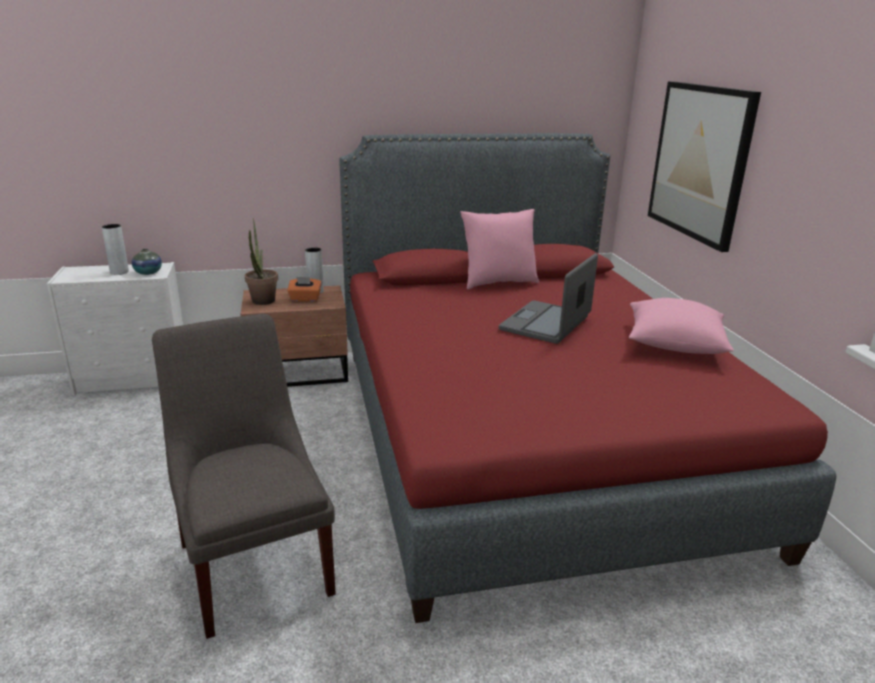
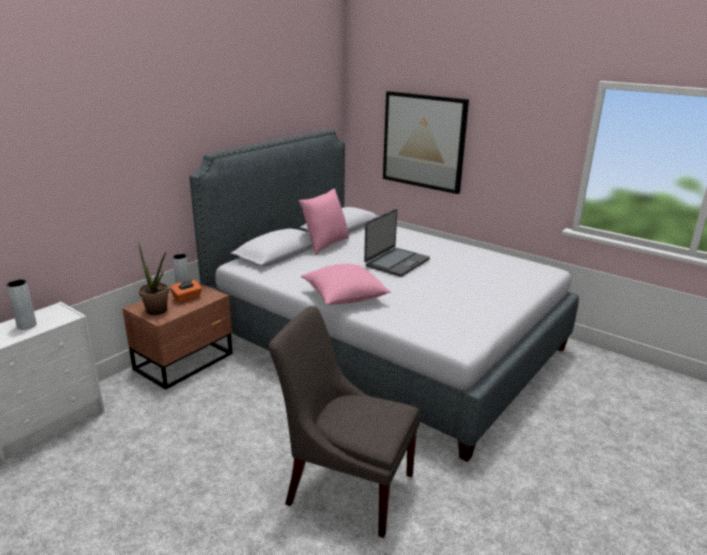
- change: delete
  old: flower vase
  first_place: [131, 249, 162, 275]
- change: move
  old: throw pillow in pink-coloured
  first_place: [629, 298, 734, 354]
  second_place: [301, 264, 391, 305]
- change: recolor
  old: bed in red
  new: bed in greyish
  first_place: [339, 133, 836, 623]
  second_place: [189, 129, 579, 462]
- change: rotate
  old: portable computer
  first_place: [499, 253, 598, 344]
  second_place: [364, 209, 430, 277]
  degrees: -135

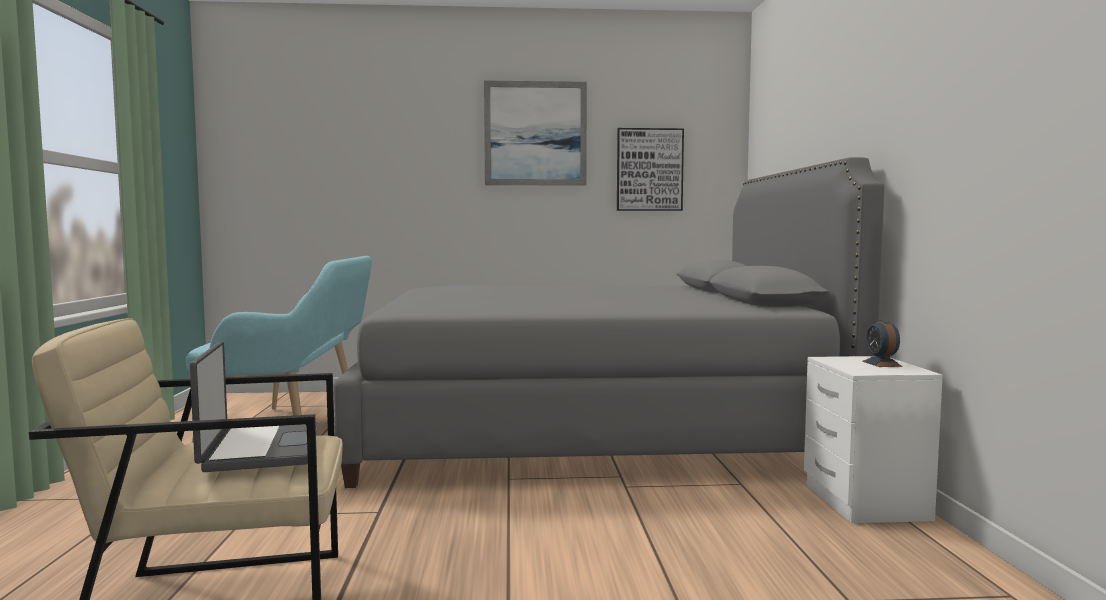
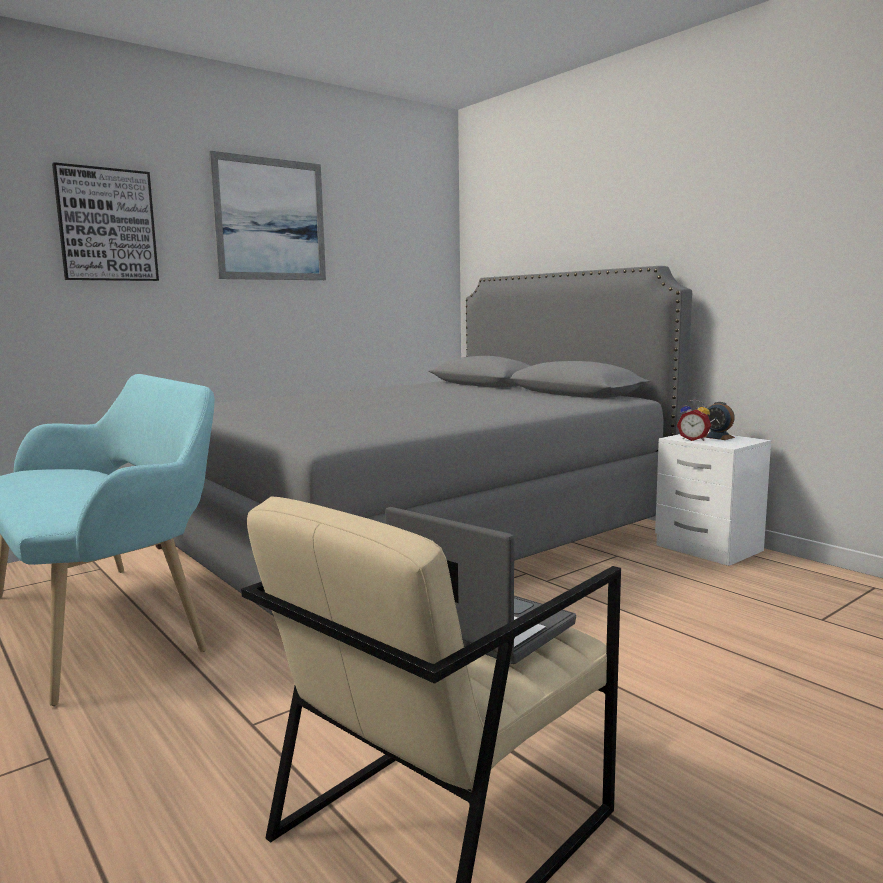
- change: insert
  new: alarm clock
  second_place: [677, 399, 711, 441]
- change: move
  old: picture
  first_place: [617, 128, 684, 211]
  second_place: [52, 162, 159, 281]

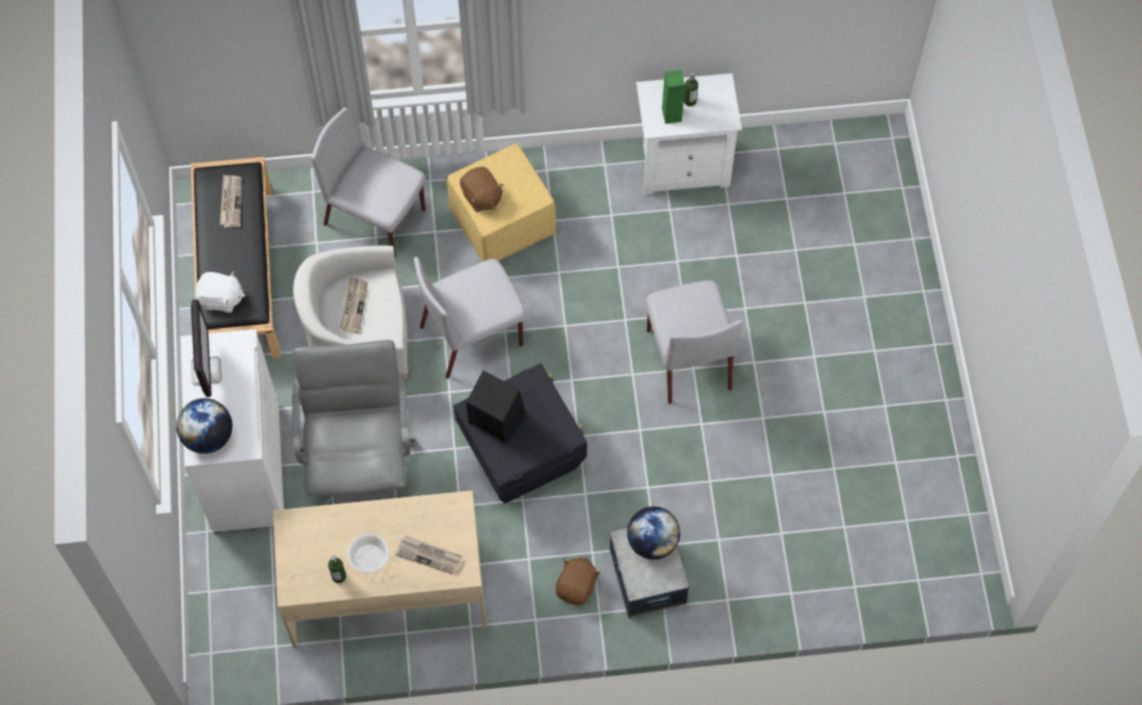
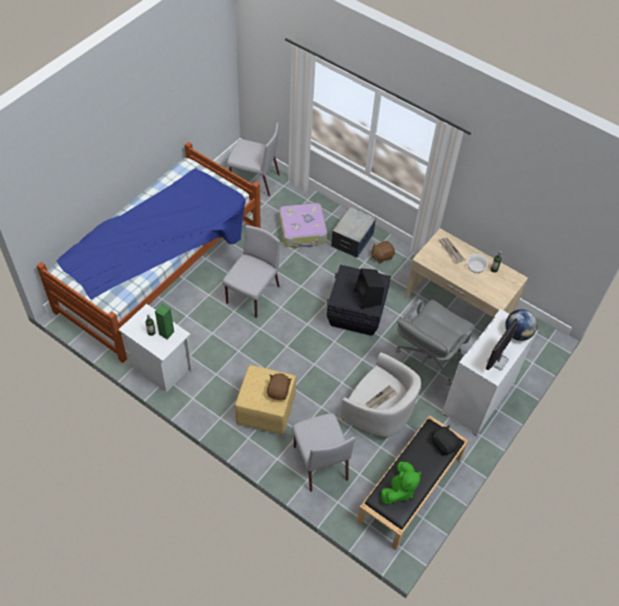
- change: delete
  old: desk globe
  first_place: [627, 506, 680, 560]
- change: insert
  new: bed
  second_place: [37, 142, 261, 363]
- change: insert
  new: piece of luggage
  second_place: [279, 203, 327, 247]
- change: move
  old: chair in greyish
  first_place: [414, 257, 527, 379]
  second_place: [227, 123, 280, 196]
- change: replace
  old: newspaper
  new: soft toy in green-coloured
  first_place: [220, 175, 241, 228]
  second_place: [381, 462, 421, 504]
- change: recolor
  old: soft toy in white
  new: soft toy in blackish
  first_place: [195, 271, 245, 313]
  second_place: [432, 425, 460, 455]

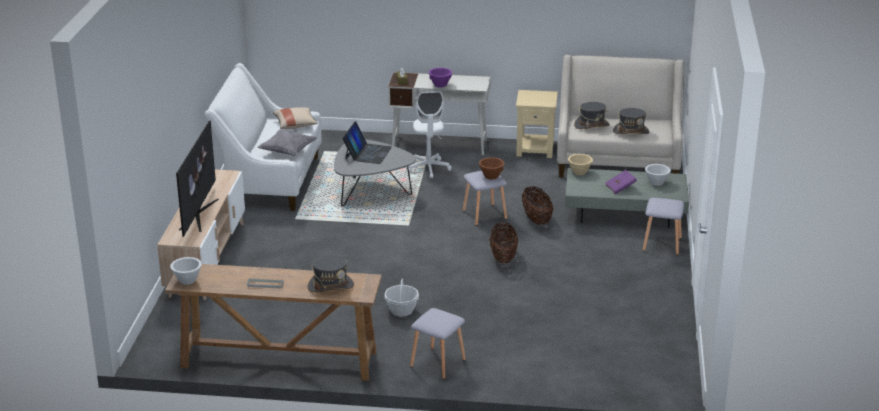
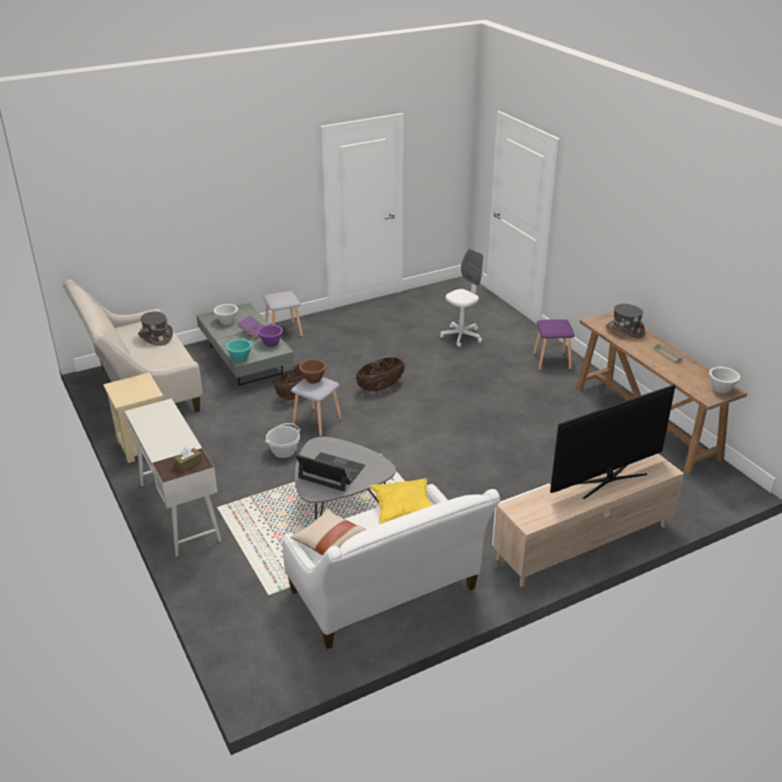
- change: delete
  old: clothing hat in greyish
  first_place: [574, 102, 610, 129]
- change: move
  old: basket
  first_place: [384, 278, 419, 316]
  second_place: [265, 423, 300, 458]
- change: move
  old: office chair in white
  first_place: [407, 91, 452, 179]
  second_place: [440, 249, 484, 347]
- change: move
  old: bowl in purple
  first_place: [429, 68, 452, 87]
  second_place: [258, 325, 283, 347]
- change: recolor
  old: throw pillow in greyish
  new: throw pillow in yellow
  first_place: [257, 130, 317, 156]
  second_place: [370, 479, 432, 524]
- change: recolor
  old: stool in greyish
  new: stool in purple
  first_place: [410, 308, 466, 379]
  second_place: [533, 319, 574, 371]
- change: recolor
  old: bowl in sand-coloured
  new: bowl in turquoise-coloured
  first_place: [568, 154, 593, 175]
  second_place: [226, 339, 252, 362]
- change: rotate
  old: portable computer
  first_place: [342, 121, 392, 164]
  second_place: [296, 452, 365, 492]
  degrees: 45

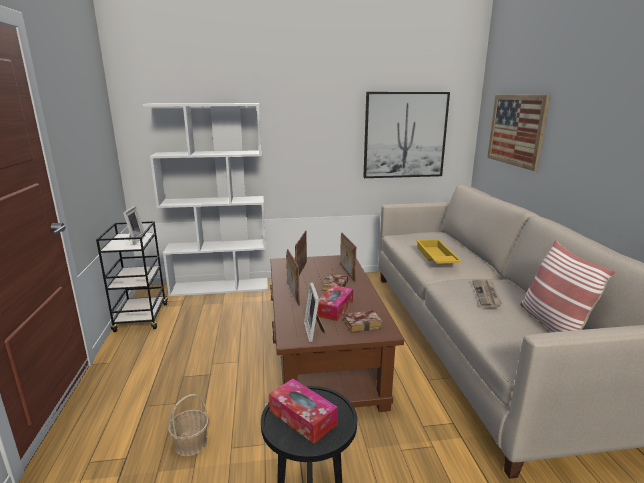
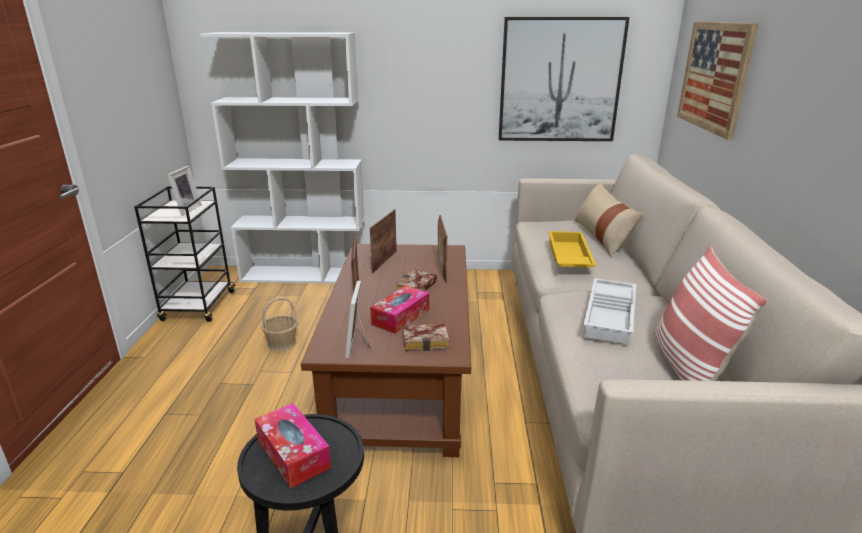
- change: insert
  new: throw pillow in sand-coloured
  second_place: [574, 182, 644, 258]
- change: move
  old: basket
  first_place: [168, 394, 209, 456]
  second_place: [261, 297, 298, 351]
- change: replace
  old: newspaper
  new: carrying tray in white
  first_place: [472, 279, 502, 308]
  second_place: [584, 278, 636, 345]

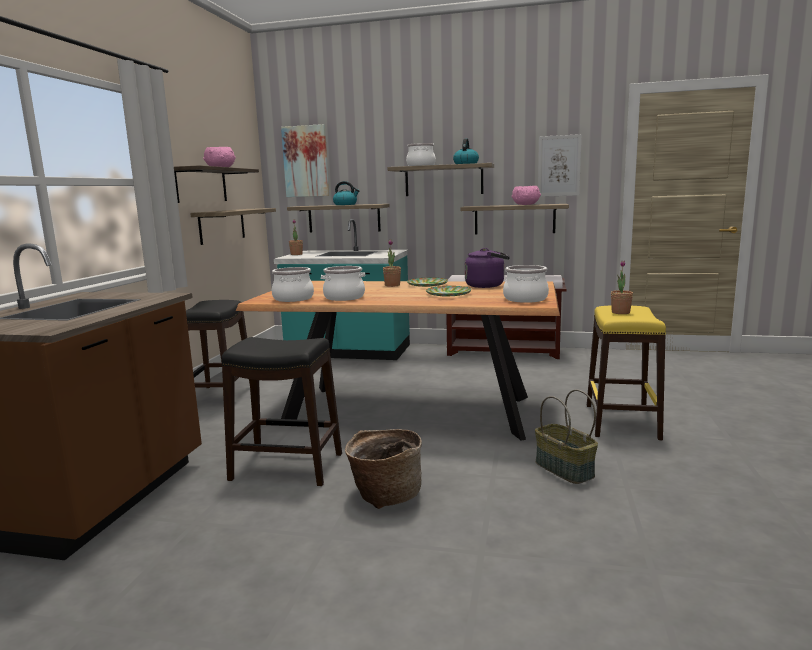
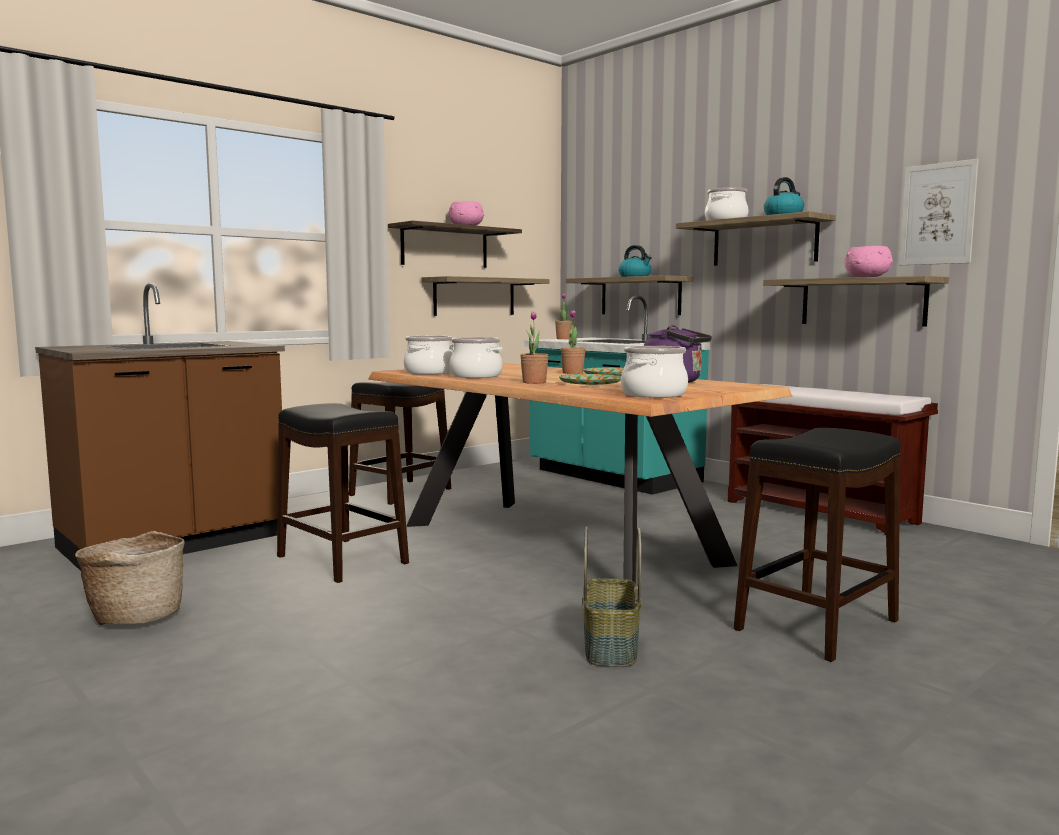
- change: delete
  old: picture
  first_place: [281, 124, 329, 197]
- change: move
  old: basket
  first_place: [345, 429, 422, 509]
  second_place: [75, 531, 185, 625]
- change: move
  old: houseplant
  first_place: [611, 260, 633, 314]
  second_place: [520, 311, 549, 384]
- change: recolor
  old: stool in yellow
  new: stool in blackish
  first_place: [587, 305, 666, 440]
  second_place: [734, 428, 901, 662]

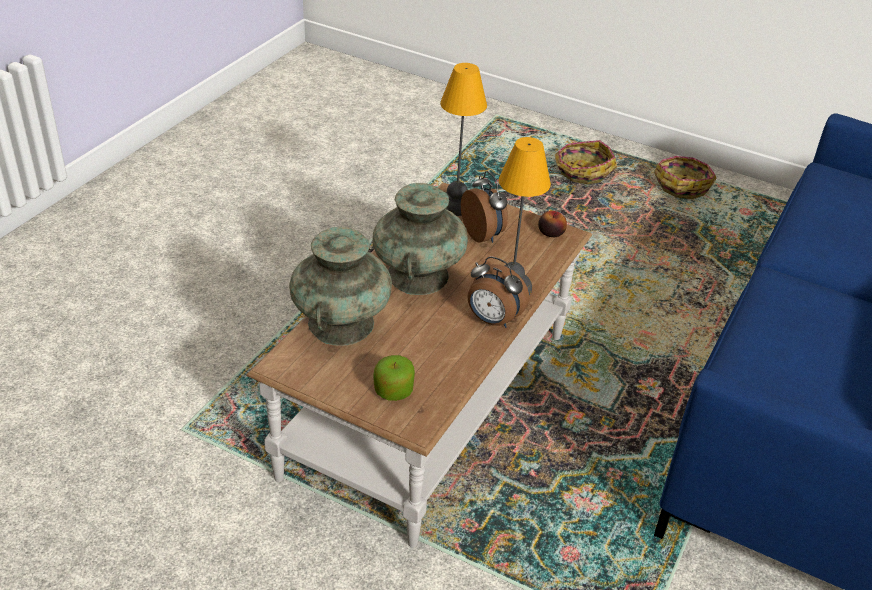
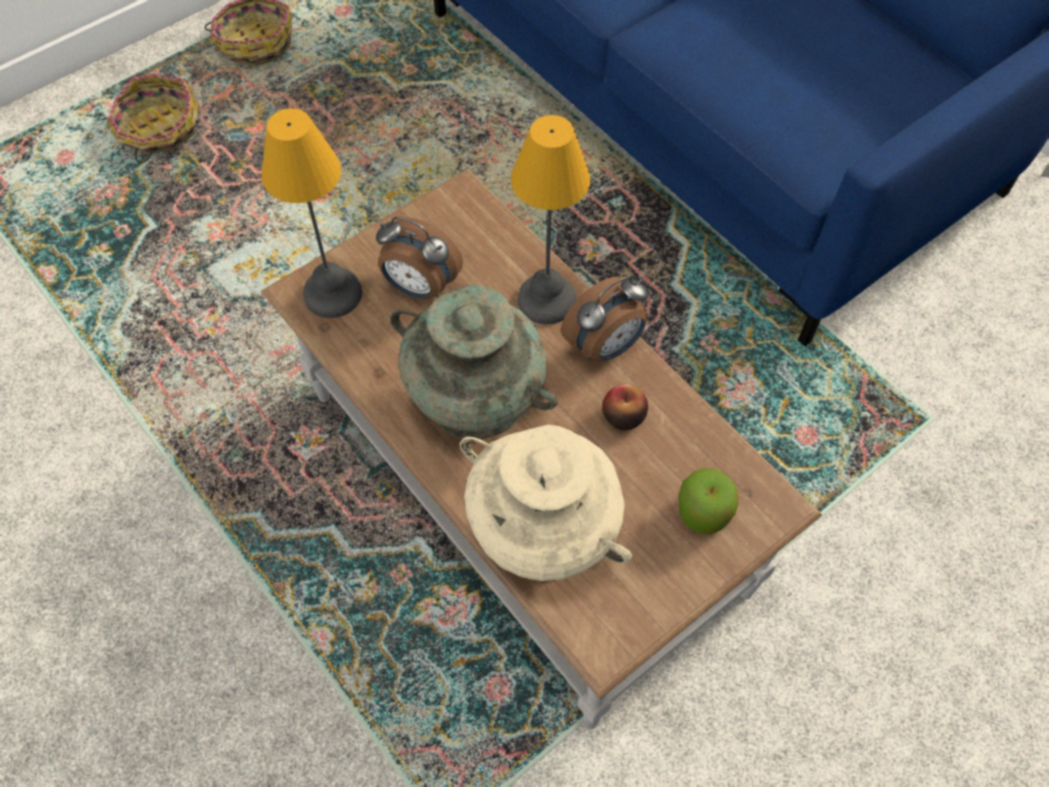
- change: move
  old: apple
  first_place: [538, 211, 567, 237]
  second_place: [602, 384, 648, 430]
- change: recolor
  old: flower vase in turquoise-coloured
  new: flower vase in sand-coloured
  first_place: [289, 227, 392, 346]
  second_place: [460, 425, 632, 581]
- change: rotate
  old: alarm clock
  first_place: [461, 171, 508, 243]
  second_place: [376, 217, 463, 299]
  degrees: -150

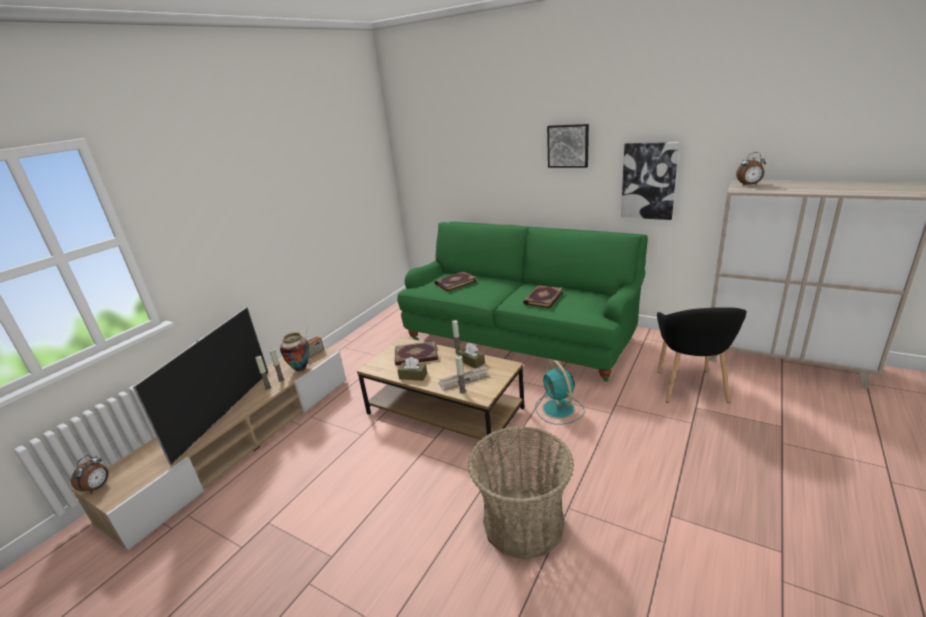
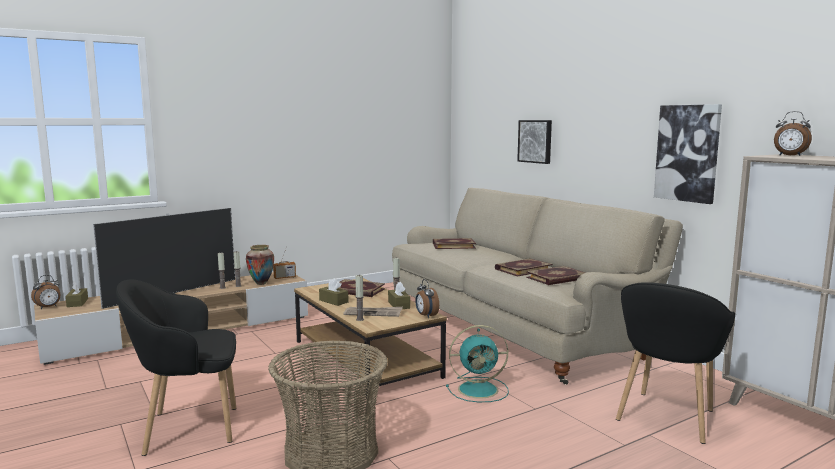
- change: insert
  new: tissue holder in brown-coloured
  second_place: [65, 282, 88, 307]
- change: insert
  new: lounge chair in blackish
  second_place: [116, 280, 236, 456]
- change: insert
  new: alarm clock
  second_place: [415, 279, 439, 318]
- change: insert
  new: book
  second_place: [526, 266, 586, 285]
- change: move
  old: picture
  first_place: [547, 124, 589, 168]
  second_place: [517, 120, 552, 164]
- change: recolor
  old: settee in green-coloured
  new: settee in sand-coloured
  first_place: [397, 222, 648, 382]
  second_place: [392, 188, 683, 385]
- change: rotate
  old: fan in turquoise-coloured
  first_place: [535, 360, 585, 425]
  second_place: [446, 325, 509, 402]
  degrees: -105

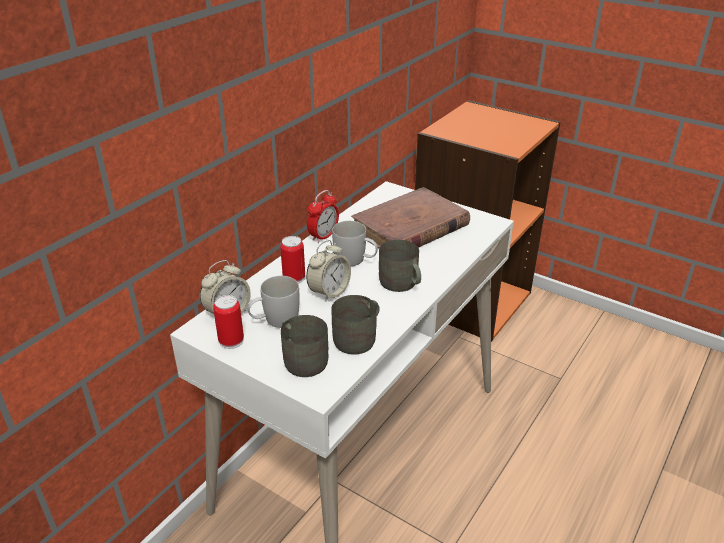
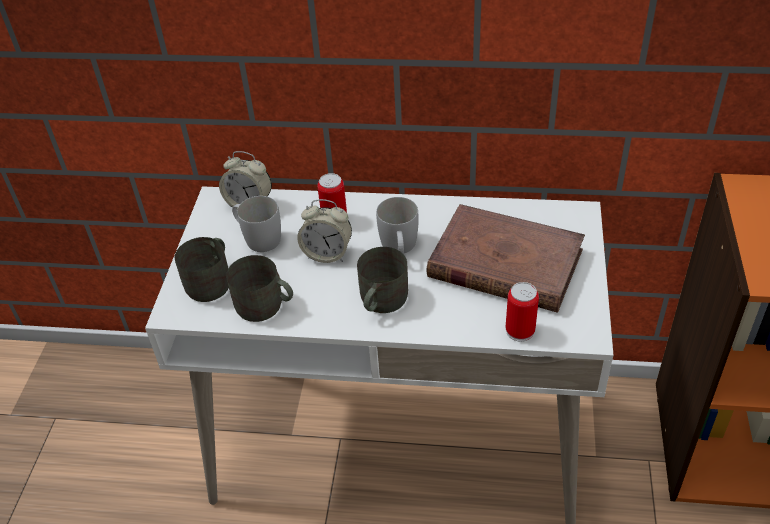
- change: delete
  old: alarm clock
  first_place: [307, 190, 339, 243]
- change: move
  old: can
  first_place: [213, 295, 244, 349]
  second_place: [505, 282, 539, 342]

